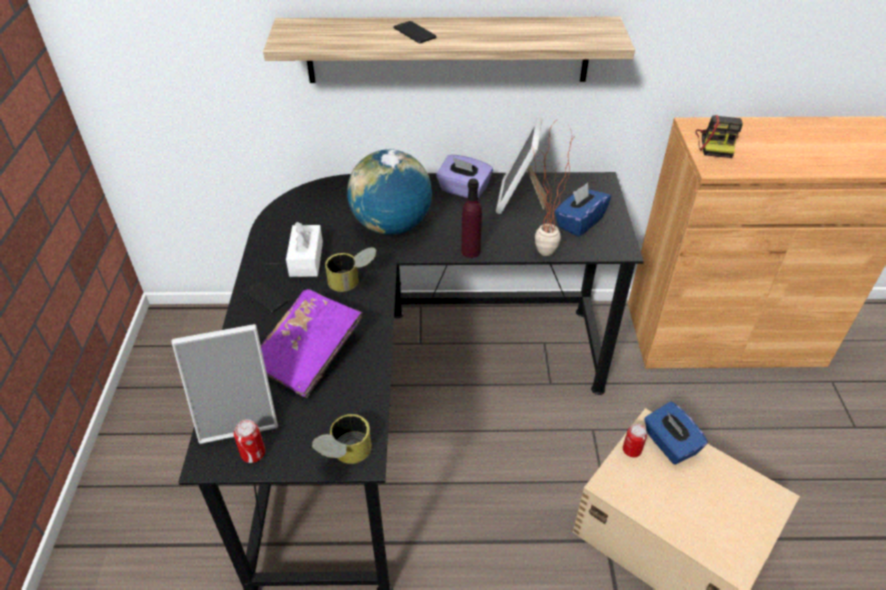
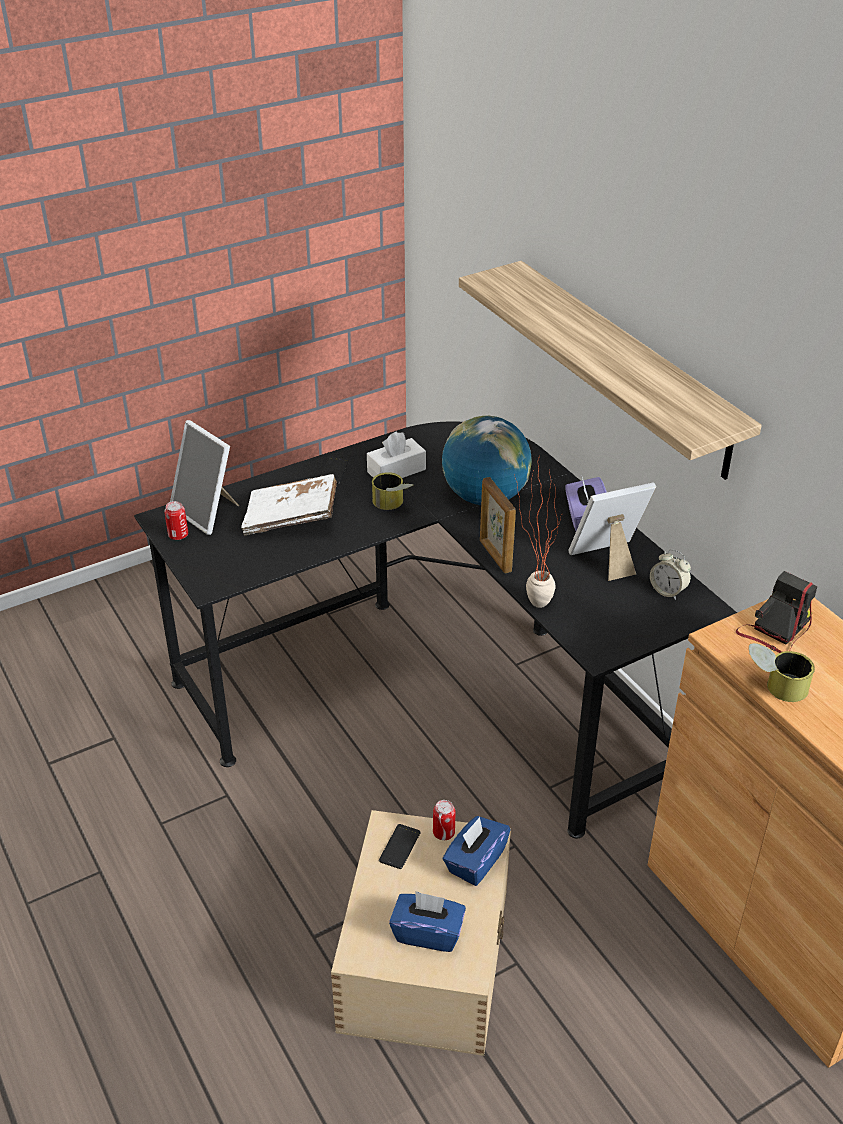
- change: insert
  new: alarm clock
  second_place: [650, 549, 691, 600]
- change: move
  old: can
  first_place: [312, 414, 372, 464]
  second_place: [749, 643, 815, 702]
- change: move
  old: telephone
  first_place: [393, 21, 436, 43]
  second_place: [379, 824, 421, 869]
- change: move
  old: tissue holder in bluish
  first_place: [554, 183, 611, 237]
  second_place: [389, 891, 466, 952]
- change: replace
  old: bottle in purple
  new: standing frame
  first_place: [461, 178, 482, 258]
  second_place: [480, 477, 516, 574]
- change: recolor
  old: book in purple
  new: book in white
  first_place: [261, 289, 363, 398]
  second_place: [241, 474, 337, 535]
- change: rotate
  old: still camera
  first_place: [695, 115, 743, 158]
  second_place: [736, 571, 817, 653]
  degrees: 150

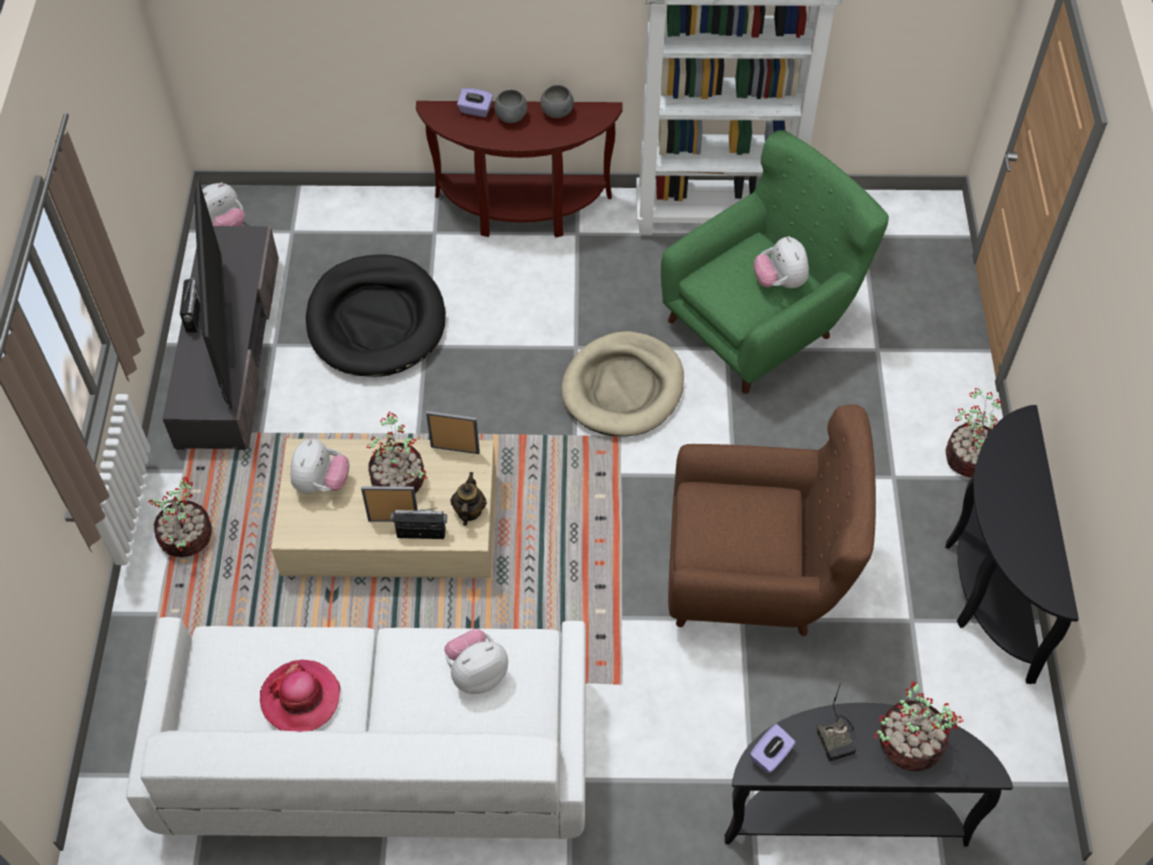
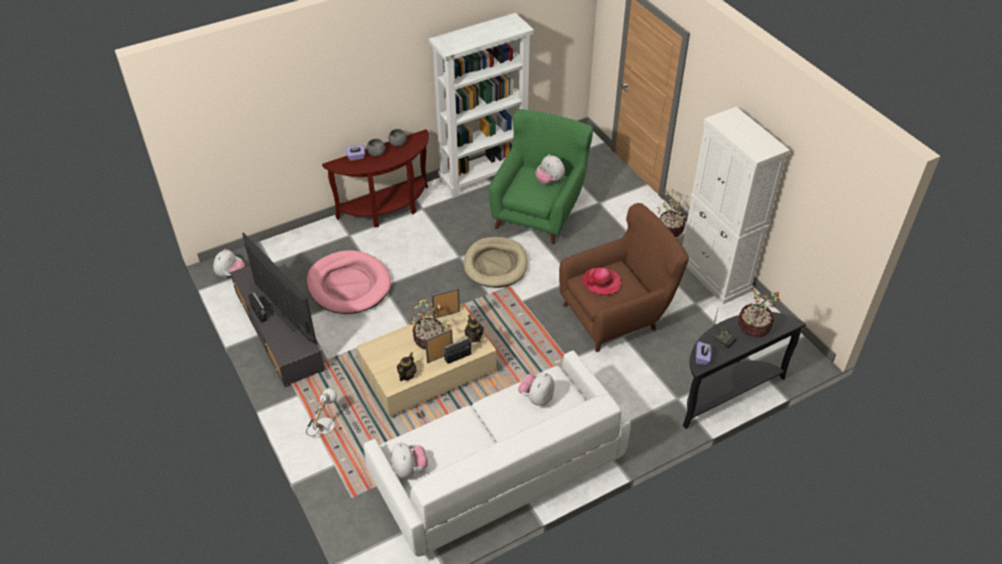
- change: insert
  new: tea pot
  second_place: [397, 352, 417, 381]
- change: move
  old: clothing hat
  first_place: [260, 660, 341, 732]
  second_place: [583, 268, 621, 295]
- change: move
  old: soft toy
  first_place: [290, 439, 349, 494]
  second_place: [391, 443, 428, 478]
- change: replace
  old: houseplant
  new: lamp for a table
  first_place: [148, 476, 212, 557]
  second_place: [306, 388, 343, 436]
- change: replace
  old: hall table in blackish
  new: cabinet in white
  first_place: [945, 405, 1079, 684]
  second_place: [682, 107, 790, 304]
- change: recolor
  old: dog bed in blackish
  new: dog bed in pink-coloured
  first_place: [306, 254, 446, 377]
  second_place: [307, 250, 391, 314]

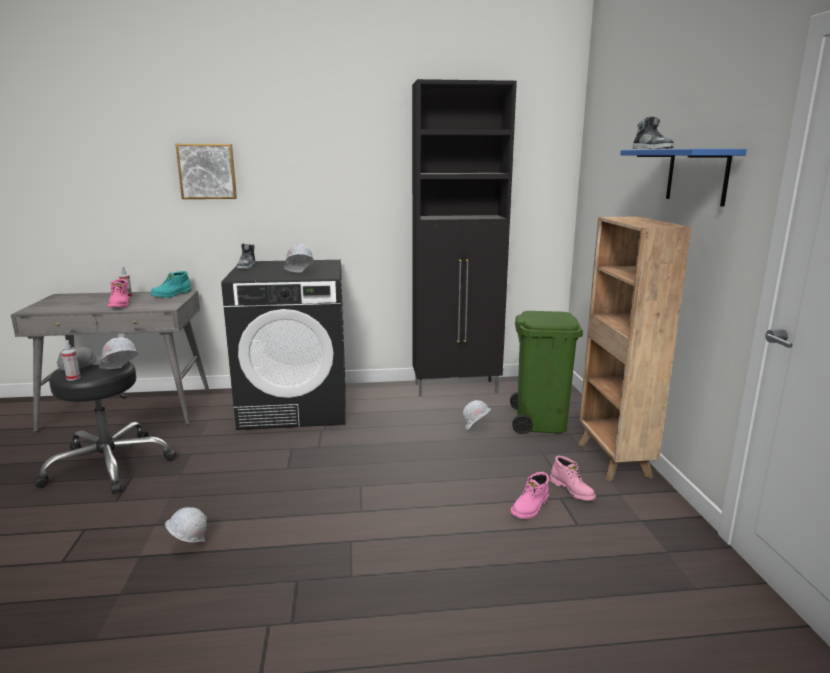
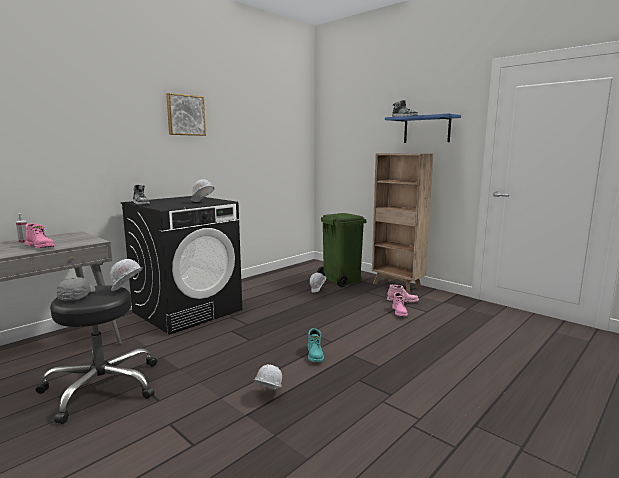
- change: delete
  old: hand sprayer
  first_place: [61, 340, 80, 380]
- change: delete
  old: cabinet in blackish
  first_place: [412, 79, 517, 397]
- change: move
  old: boot in turquoise-coloured
  first_place: [150, 271, 191, 298]
  second_place: [307, 328, 324, 362]
- change: move
  old: picture
  first_place: [175, 144, 237, 199]
  second_place: [166, 93, 206, 136]

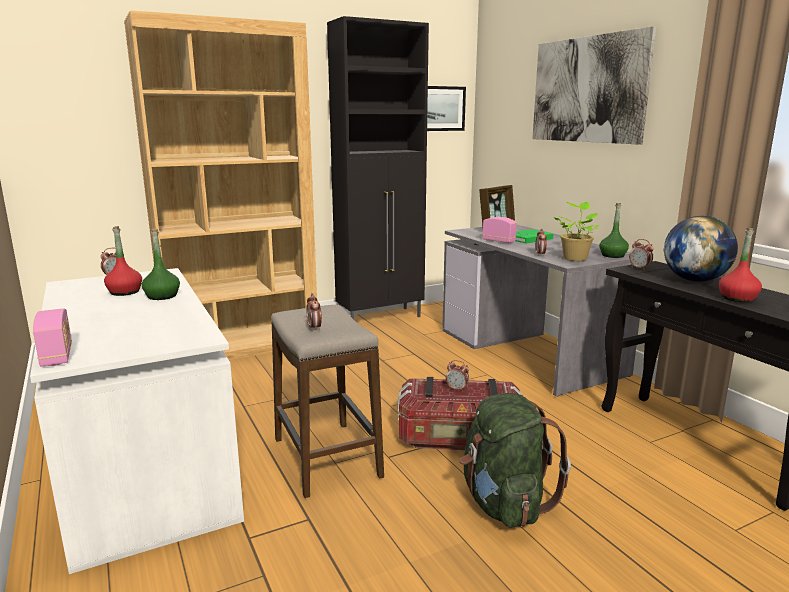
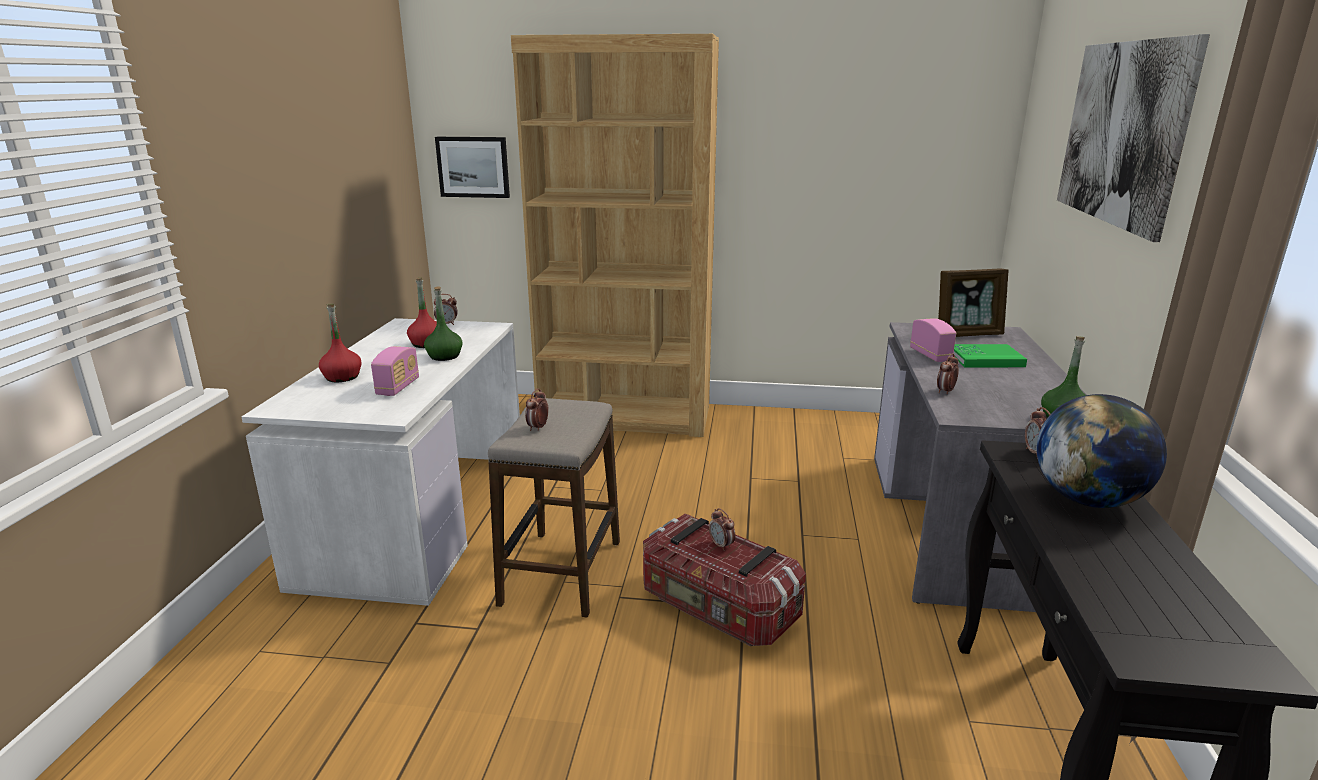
- change: delete
  old: cabinet in blackish
  first_place: [327, 16, 429, 319]
- change: delete
  old: backpack in green-coloured
  first_place: [460, 393, 571, 528]
- change: delete
  old: houseplant
  first_place: [554, 202, 599, 261]
- change: move
  old: radio set
  first_place: [33, 308, 72, 366]
  second_place: [371, 346, 419, 396]
- change: move
  old: picture
  first_place: [427, 86, 466, 131]
  second_place: [435, 137, 510, 198]
- change: move
  old: bottle in red
  first_place: [719, 228, 762, 302]
  second_place: [319, 304, 362, 382]

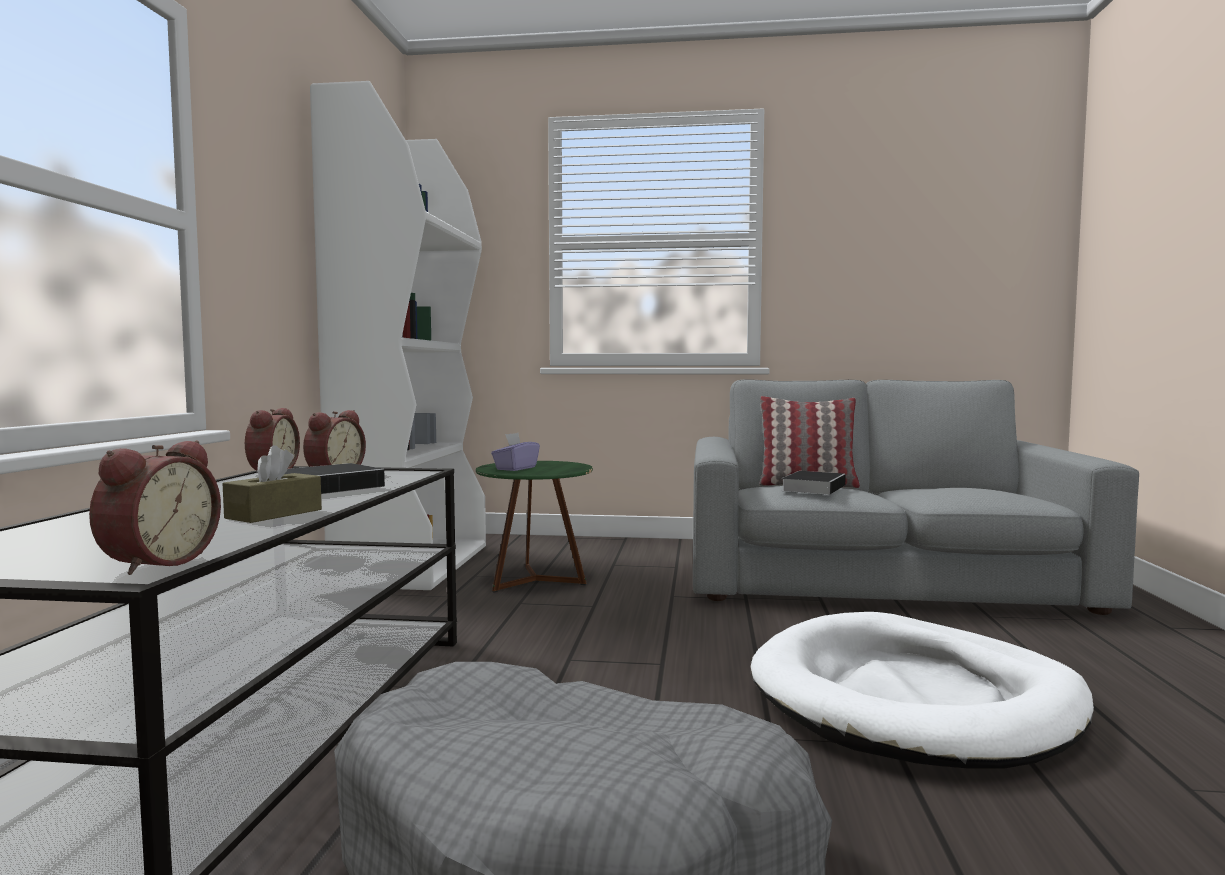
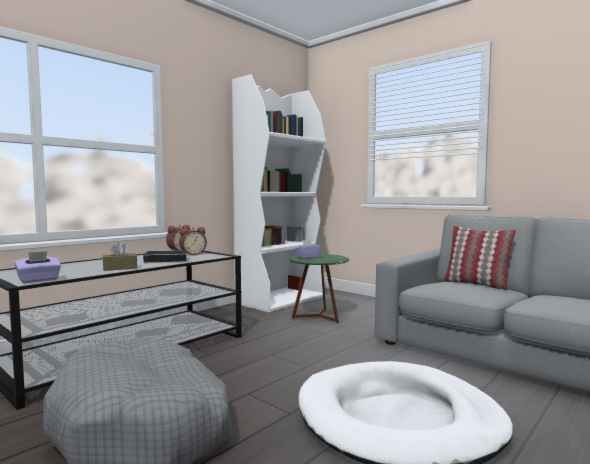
- change: delete
  old: book
  first_place: [781, 471, 846, 495]
- change: replace
  old: alarm clock
  new: tissue holder in purple
  first_place: [89, 440, 221, 575]
  second_place: [14, 251, 61, 283]

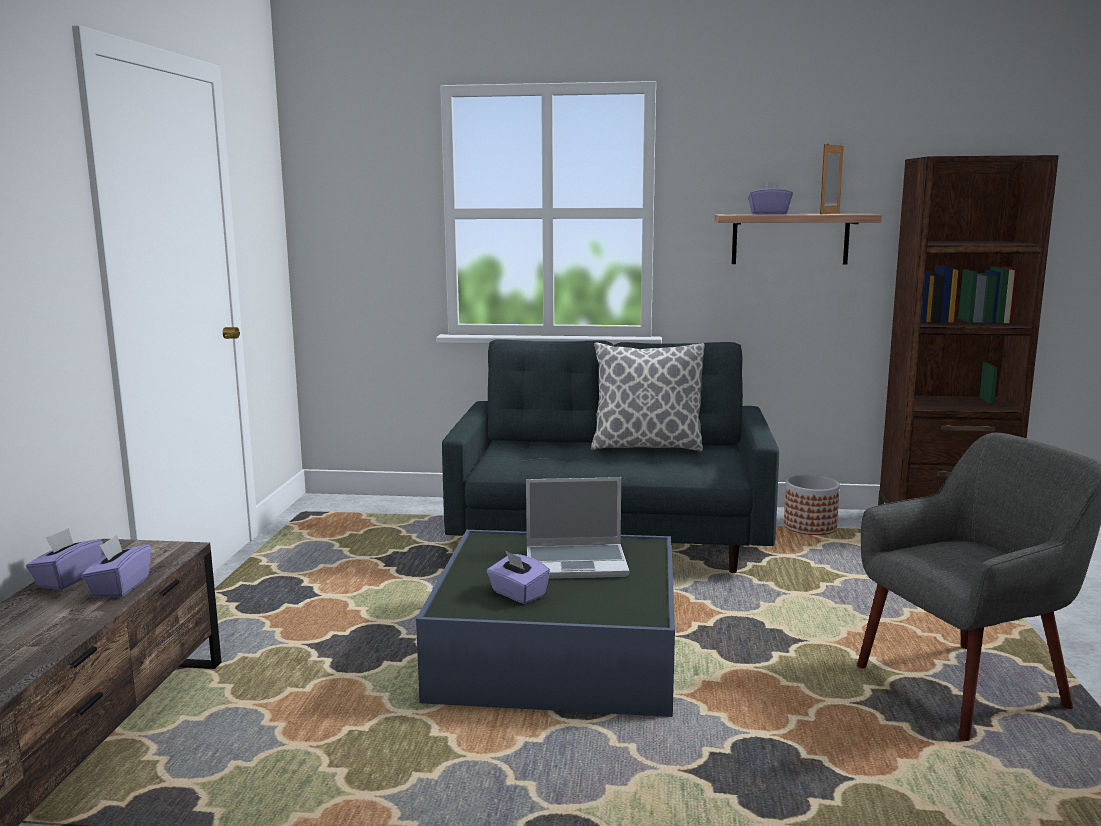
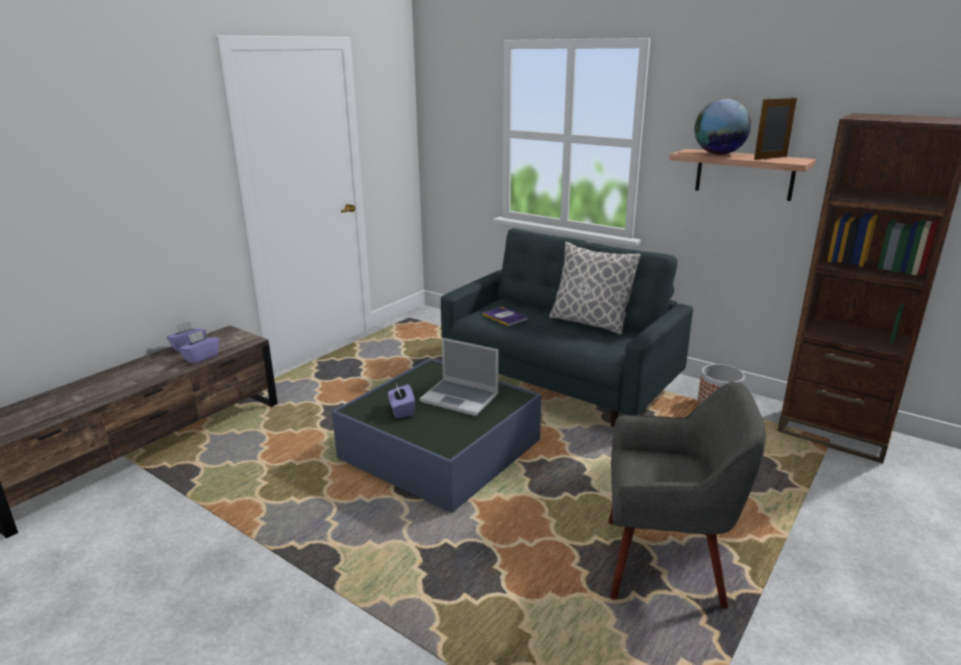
- change: insert
  new: book
  second_place: [483, 307, 528, 326]
- change: replace
  old: tissue holder in purple
  new: desk globe
  first_place: [748, 181, 793, 214]
  second_place: [695, 99, 751, 155]

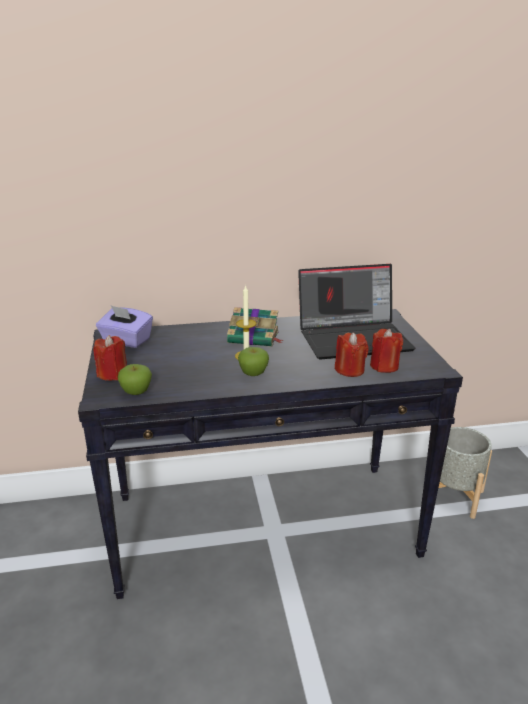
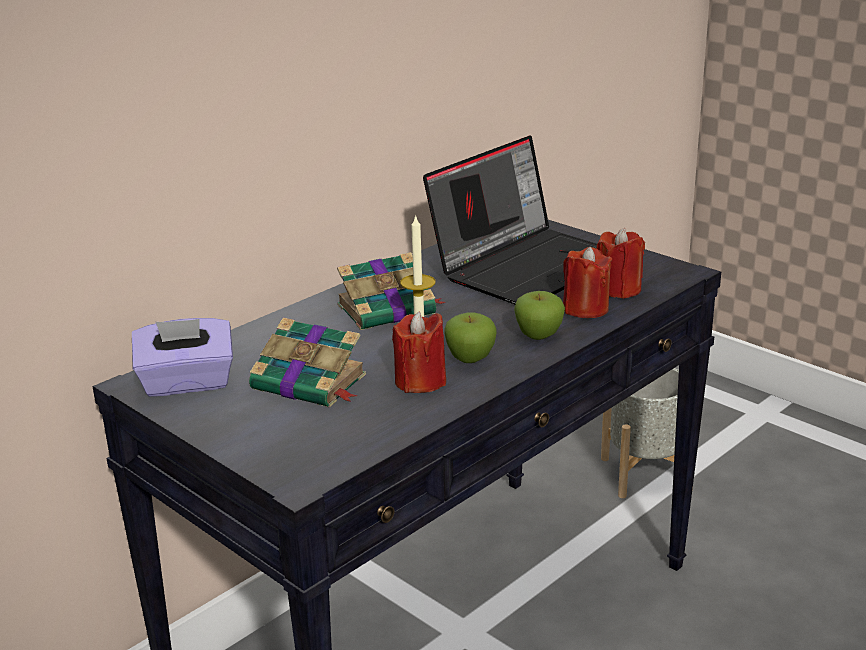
- change: insert
  new: book
  second_place: [249, 317, 366, 407]
- change: move
  old: wax light in red
  first_place: [93, 335, 127, 381]
  second_place: [392, 312, 446, 393]
- change: move
  old: apple
  first_place: [118, 364, 152, 395]
  second_place: [514, 291, 565, 340]

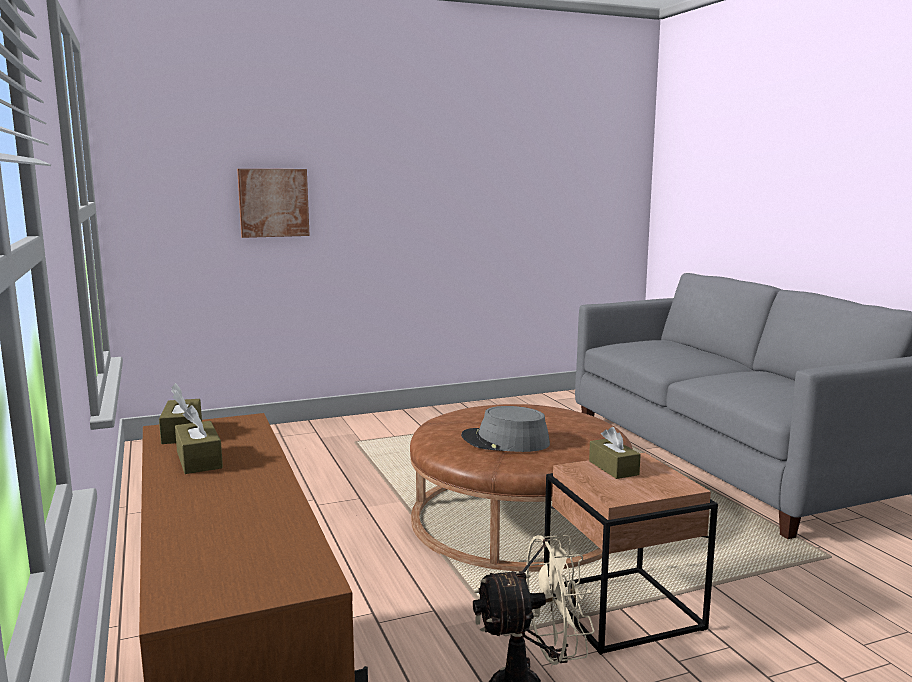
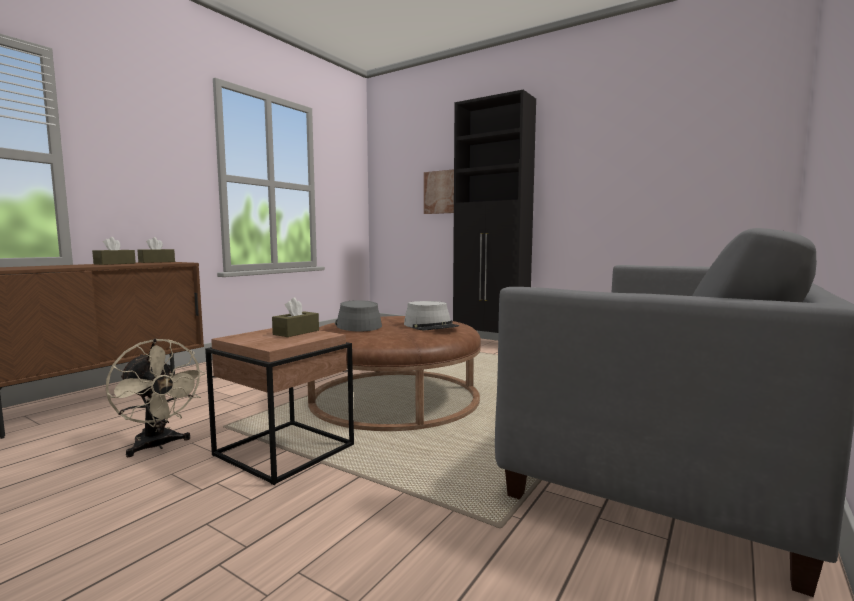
- change: insert
  new: clothing hat in greyish
  second_place: [404, 301, 459, 331]
- change: insert
  new: cabinet in blackish
  second_place: [453, 90, 536, 333]

